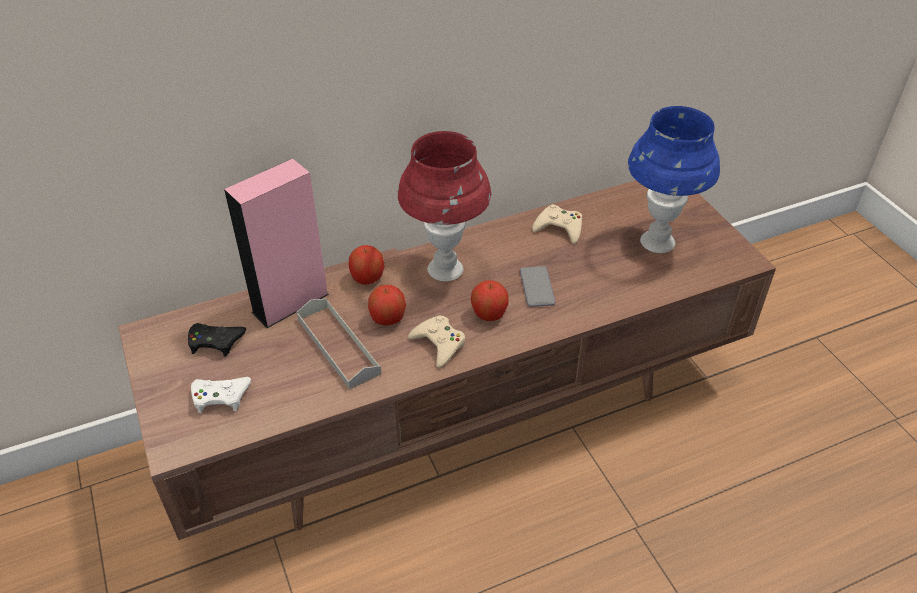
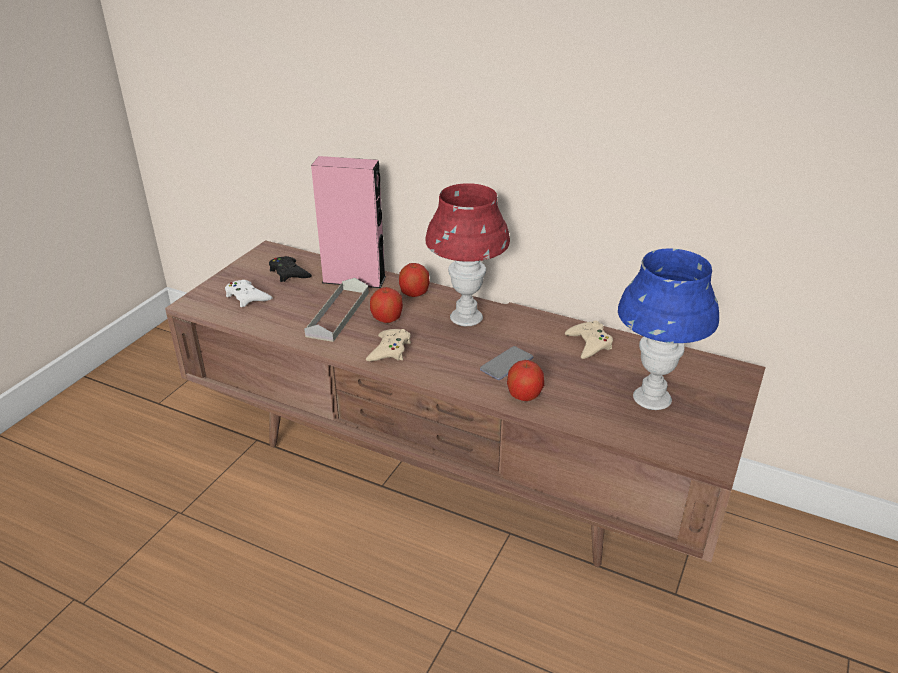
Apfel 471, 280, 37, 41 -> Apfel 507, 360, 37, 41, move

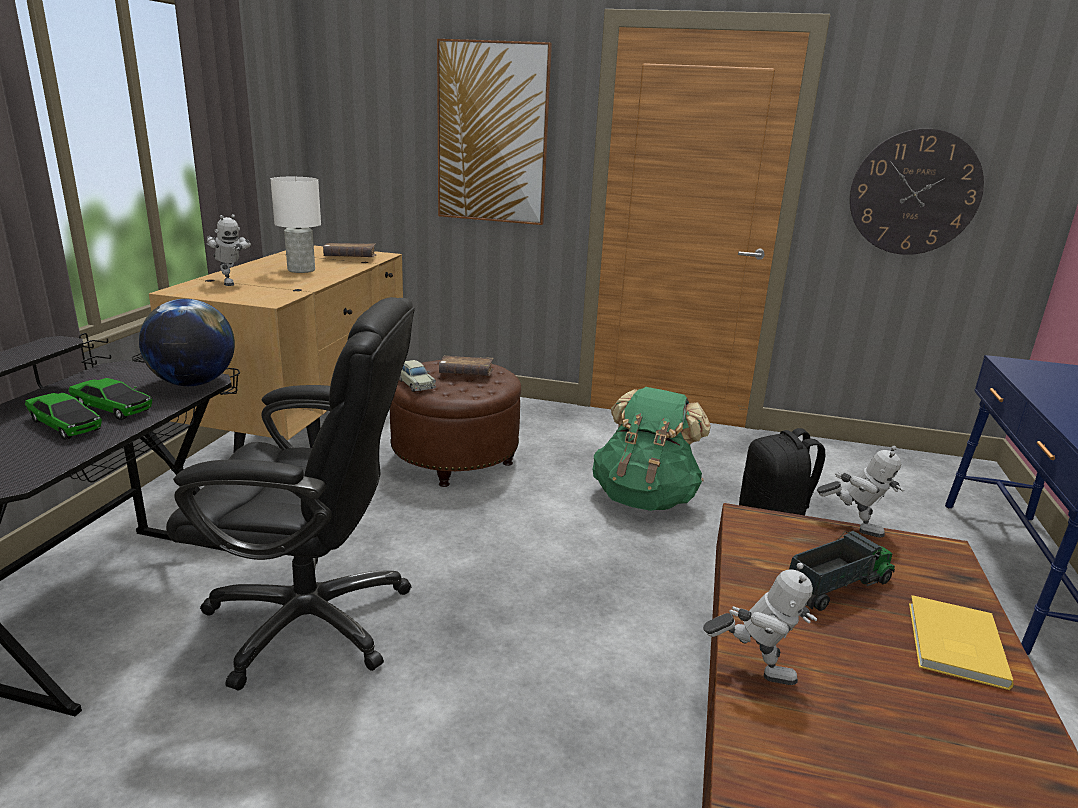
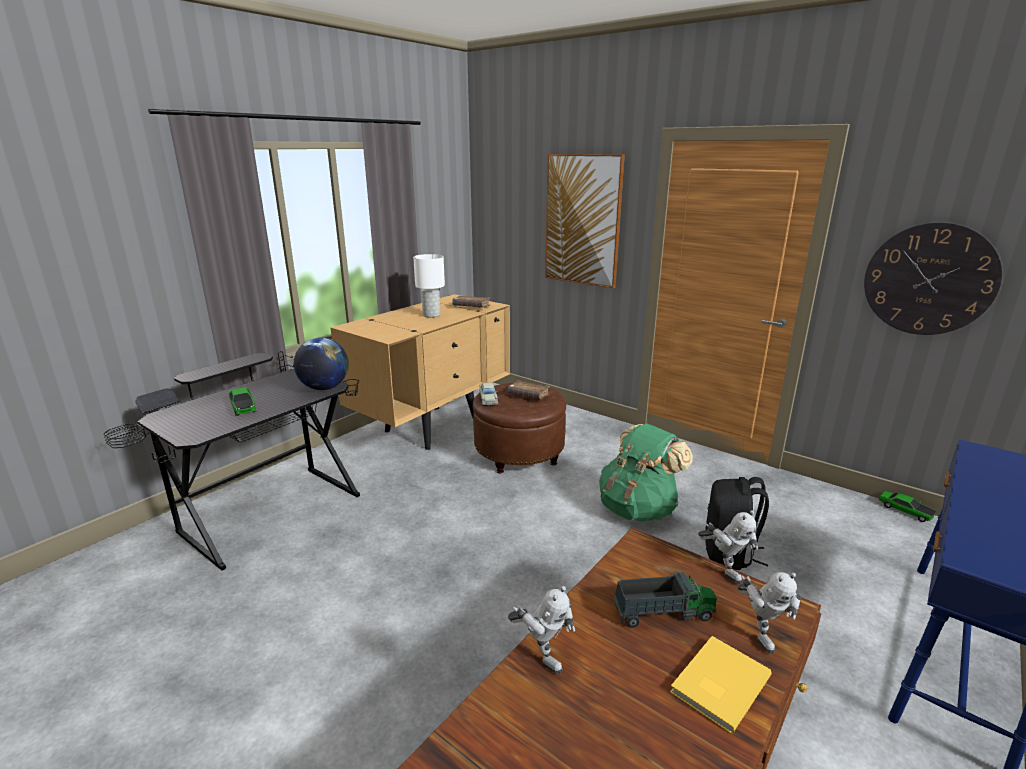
Bürostuhl [schwarz] 166, 297, 249, 393 -> none
Spielzeugauto 69, 378, 83, 42 -> Spielzeugauto 879, 491, 57, 31, move
Spielzeugroboter 207, 214, 44, 72 -> Spielzeugroboter 737, 572, 65, 81, move

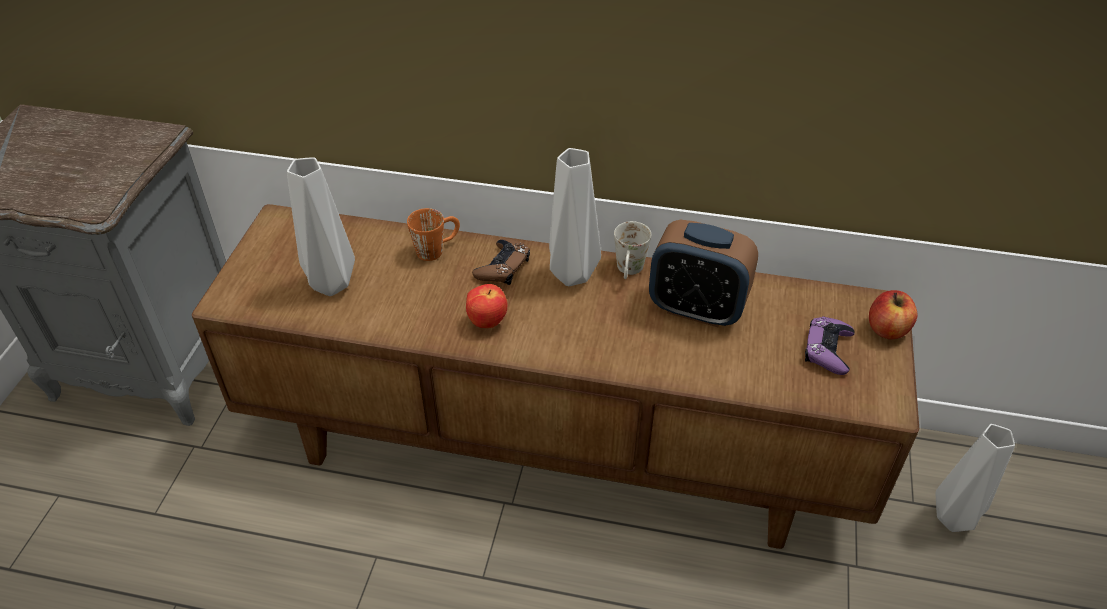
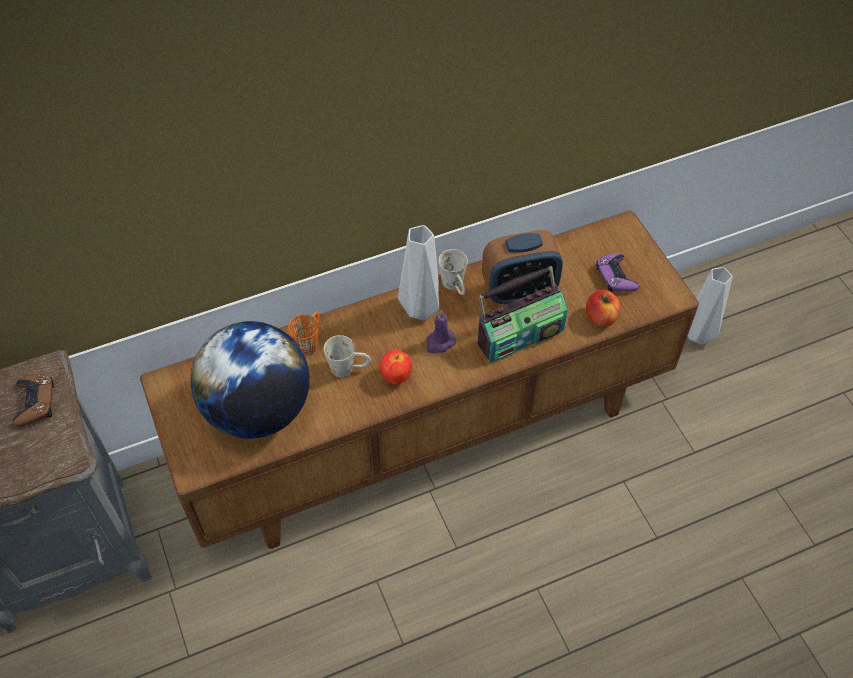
none -> Henkelbecher [weiß] 324, 335, 47, 42
none -> Kerze [lila] 426, 310, 30, 43
none -> Radio 477, 266, 91, 96
Gamepad [braun] 472, 239, 58, 46 -> Gamepad [braun] 12, 374, 42, 53, move
Apfel 869, 290, 49, 49 -> Apfel 586, 290, 35, 37, move
Vase [grau] 287, 157, 68, 139 -> Globus 190, 321, 120, 118

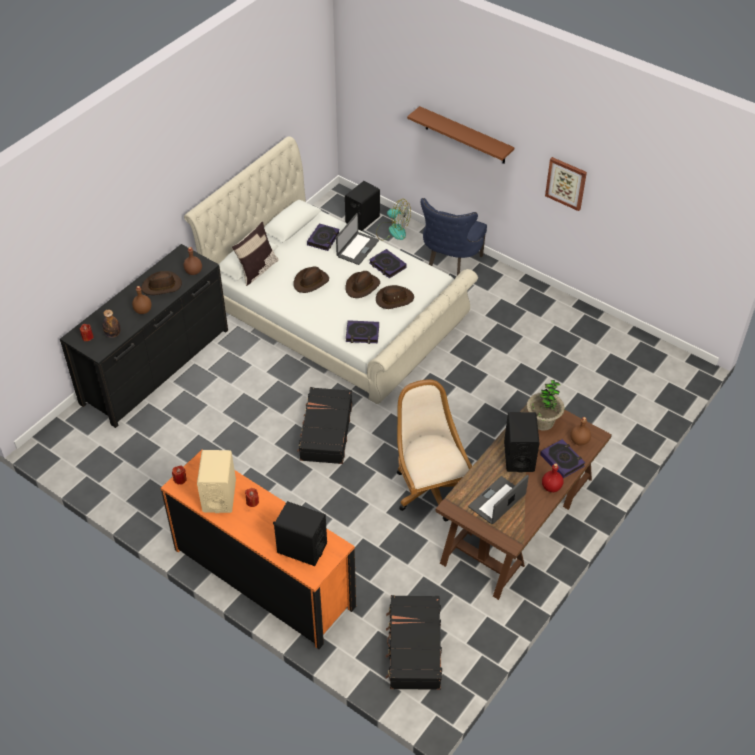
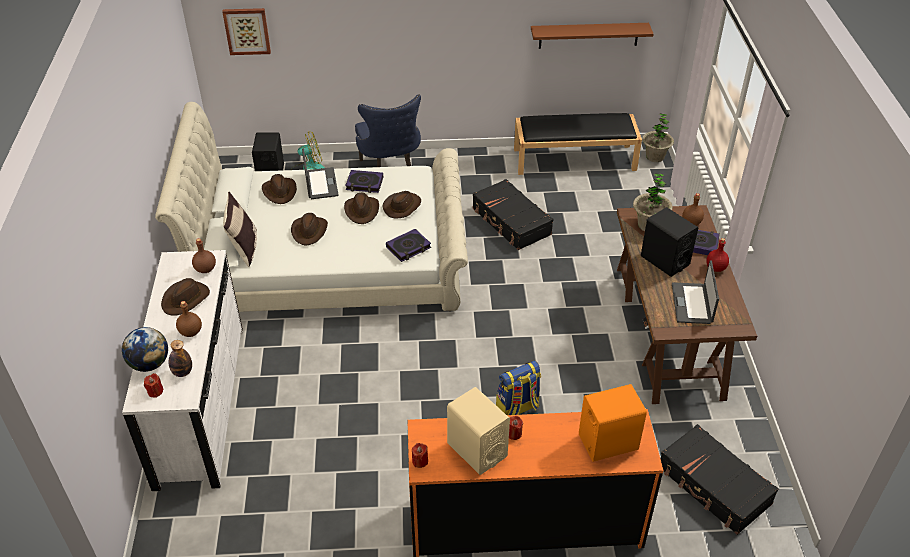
Bürostuhl 397, 379, 75, 142 -> none
none -> Globus 122, 327, 46, 45
none -> Rucksack 496, 361, 45, 54
none -> Bank [schwarz] 514, 113, 128, 62
none -> Topfpflanze 642, 113, 32, 49
Koffer [schwarz] 297, 387, 55, 77 -> Koffer [schwarz] 473, 179, 81, 71, move
Wandregal [braun] 407, 106, 107, 58 -> Wandregal [braun] 531, 23, 123, 26, move
Bild 545, 157, 42, 54 -> Bild 222, 8, 49, 47, move
Buch 307, 223, 33, 28 -> Hut [braun] 262, 174, 35, 30
Kommode [schwarz] 60, 244, 168, 184 -> Kommode [weiß] 122, 250, 121, 241
Lautsprecher [schwarz] 273, 501, 54, 65 -> Lautsprecher [orange] 579, 384, 68, 78

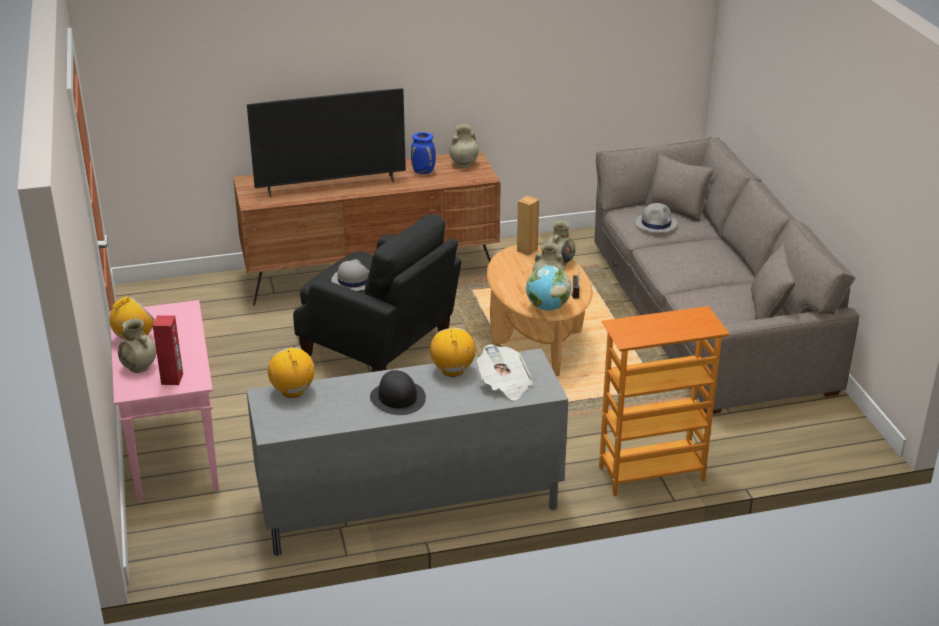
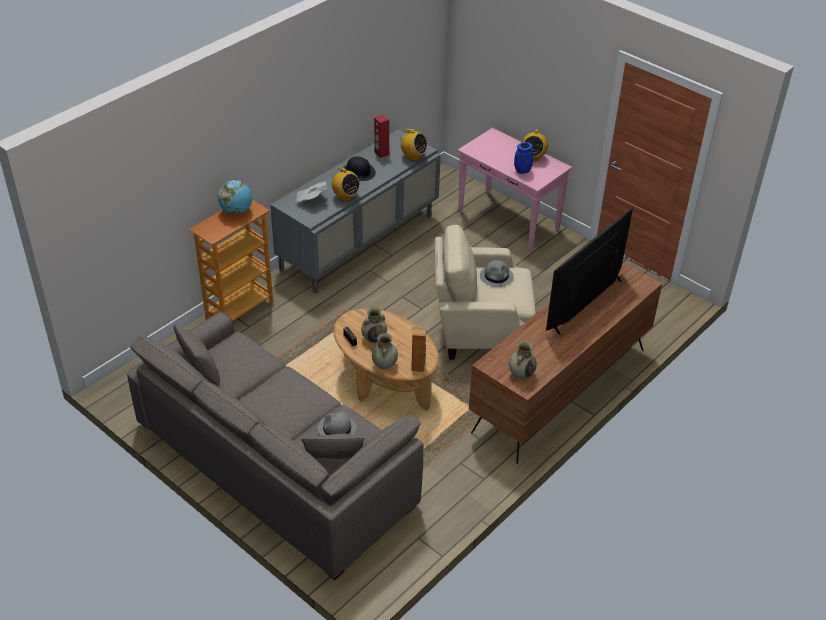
Vase [beige] 118, 319, 38, 54 -> none
Lautsprecher [rot] 153, 316, 30, 69 -> Lautsprecher [rot] 374, 115, 15, 43, move
Vase [blau] 411, 132, 25, 42 -> Vase [blau] 514, 142, 19, 32, move
Globus 526, 265, 45, 46 -> Globus 218, 180, 34, 35, move
Sessel [schwarz] 293, 214, 168, 158 -> Sessel [beige] 435, 225, 101, 135

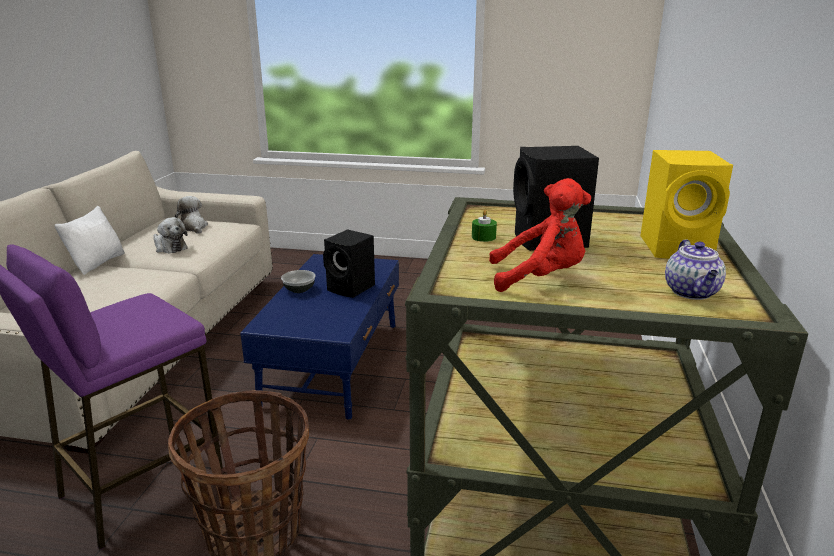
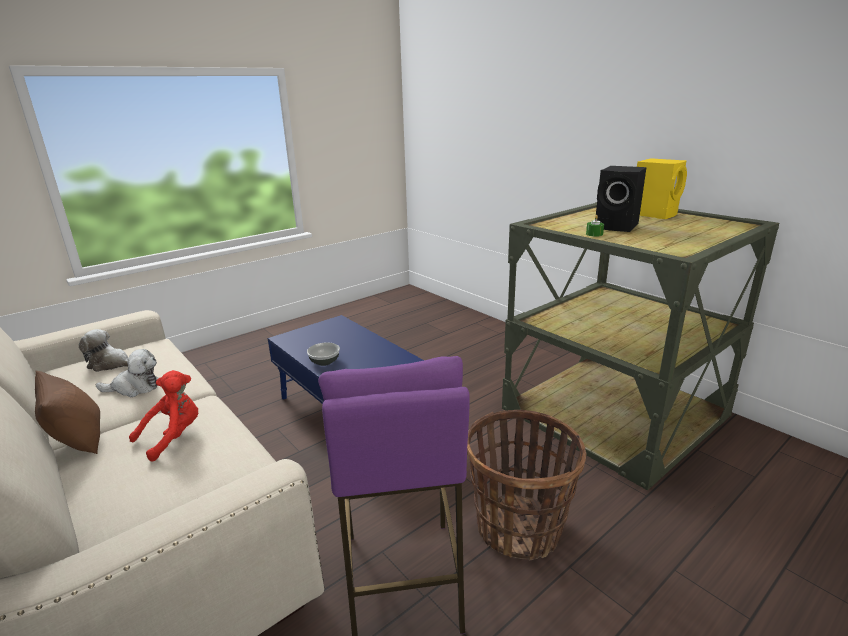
Lautsprecher [schwarz] 323, 229, 52, 69 -> none
Teekanne 665, 239, 61, 61 -> none
Plüschtier [rot] 489, 178, 102, 114 -> Plüschtier [rot] 129, 370, 69, 92, move
Kissen [weiß] 54, 206, 71, 69 -> Kissen [braun] 35, 371, 65, 83

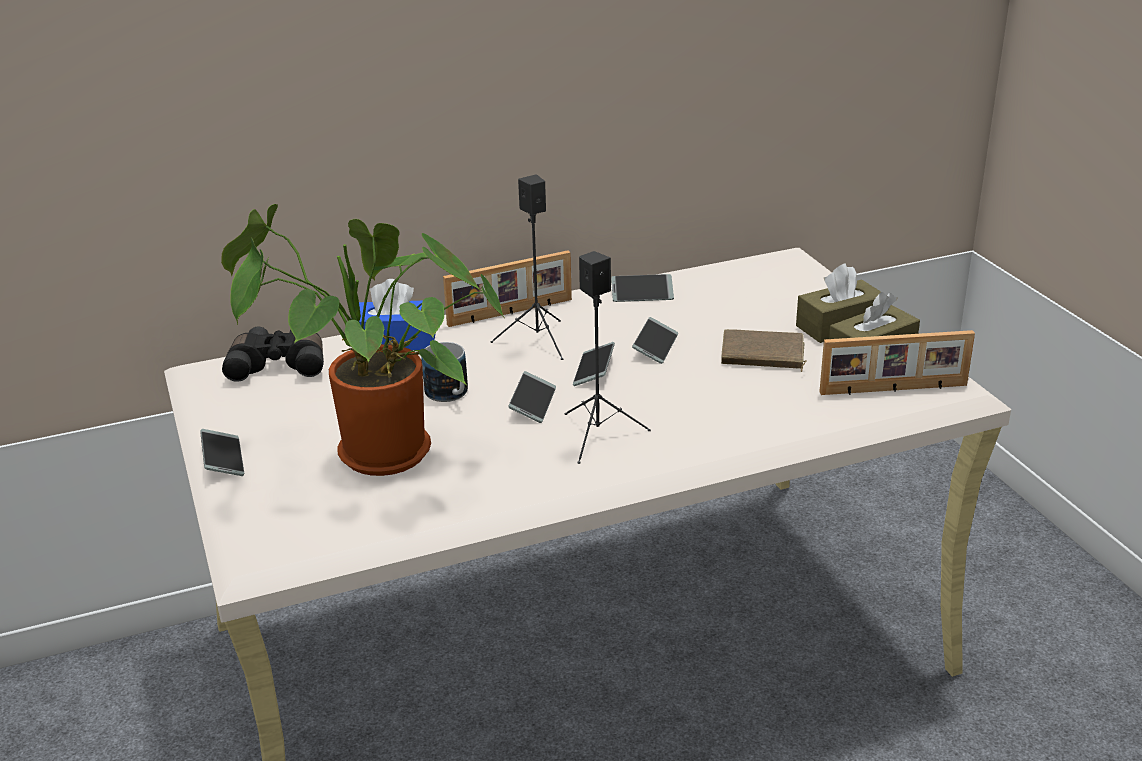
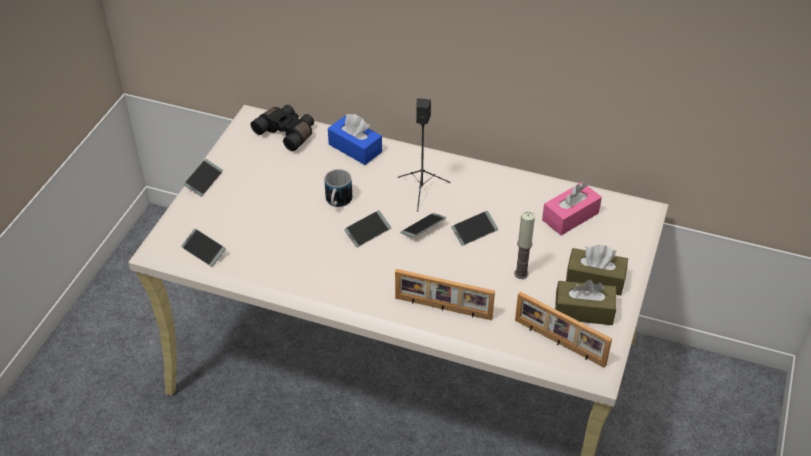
Topfpflanze 221, 204, 284, 272 -> none
Lautsprecher [schwarz] 564, 251, 87, 213 -> none
none -> Taschentuchbox [rosa] 542, 182, 60, 53
Bilderrahmen 443, 250, 129, 77 -> Bilderrahmen 395, 269, 100, 51, move
Handy 611, 274, 63, 28 -> Handy 181, 229, 45, 38, move
Buch [braun] 721, 329, 86, 43 -> Kerze 514, 211, 21, 68

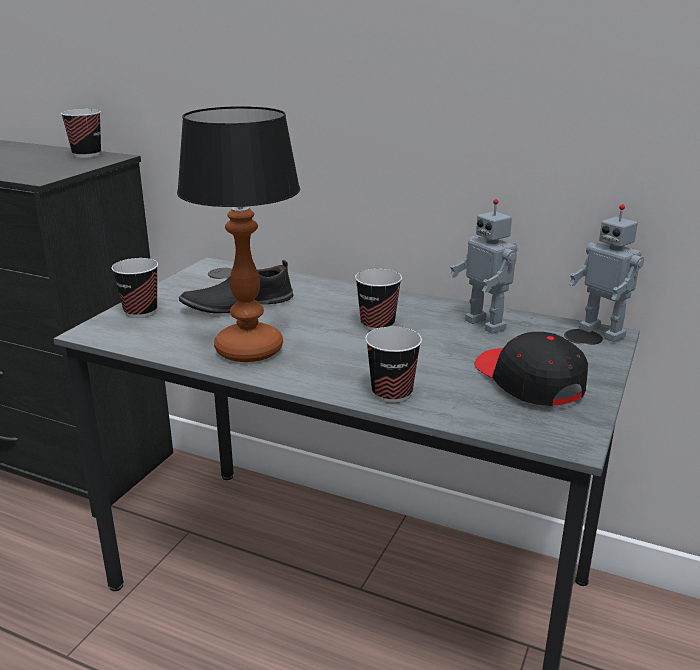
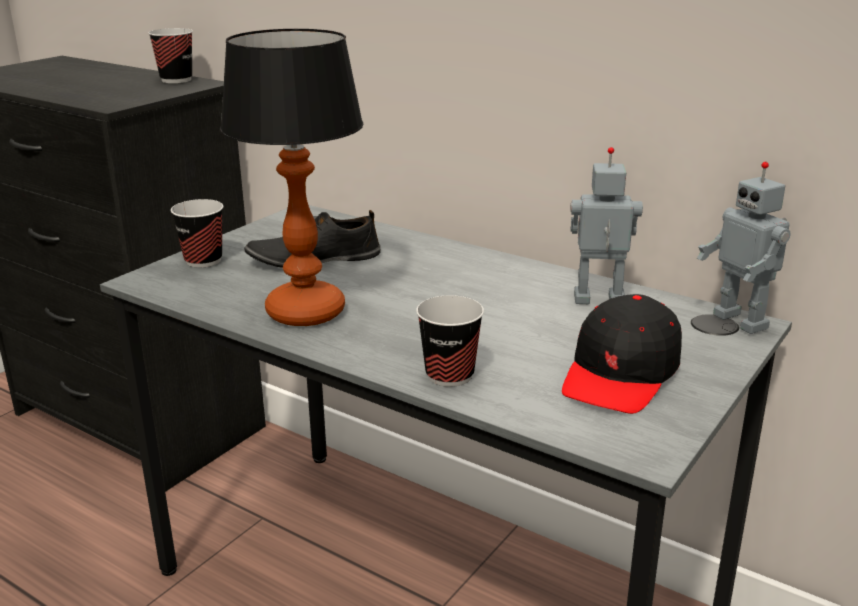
Tasse 355, 269, 47, 62 -> none
Spielzeugroboter 450, 199, 67, 135 -> Spielzeugroboter 570, 147, 73, 157, 120 degrees clockwise
Kappe [schwarz] 474, 332, 114, 74 -> Kappe [schwarz] 562, 294, 120, 120, 135 degrees counterclockwise

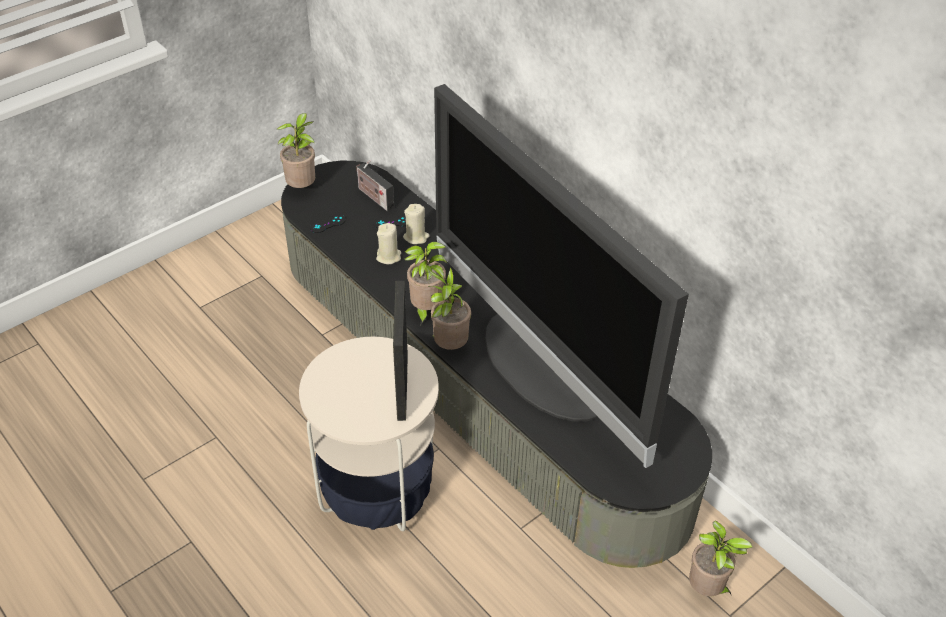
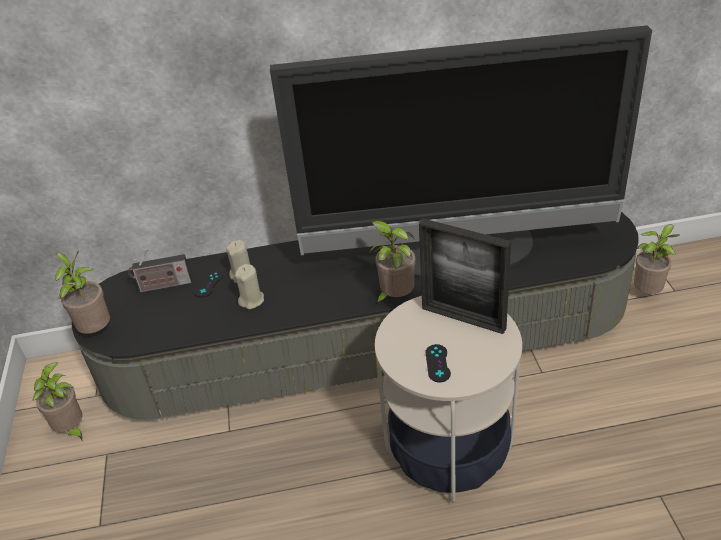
Gamepad [schwarz] 310, 214, 36, 19 -> Gamepad [schwarz] 425, 344, 26, 38, move
Topfpflanze 405, 242, 42, 84 -> Topfpflanze 32, 363, 50, 77, move

